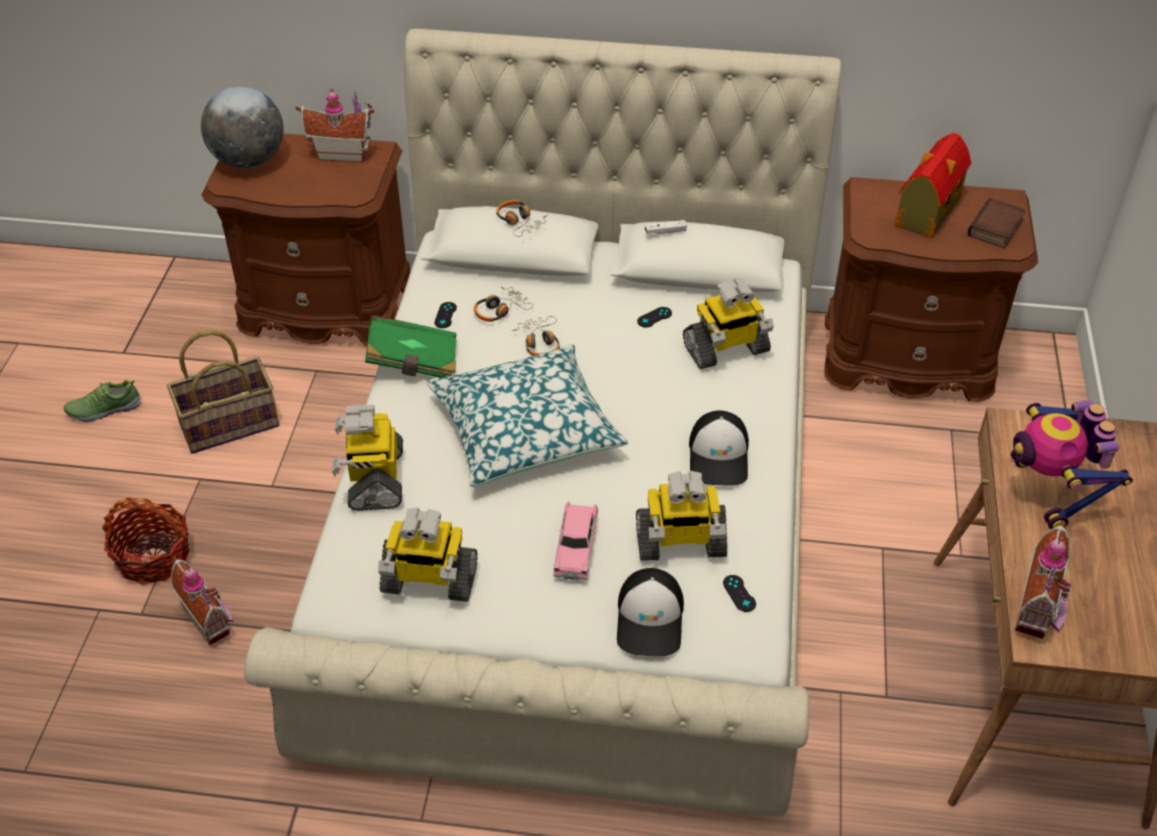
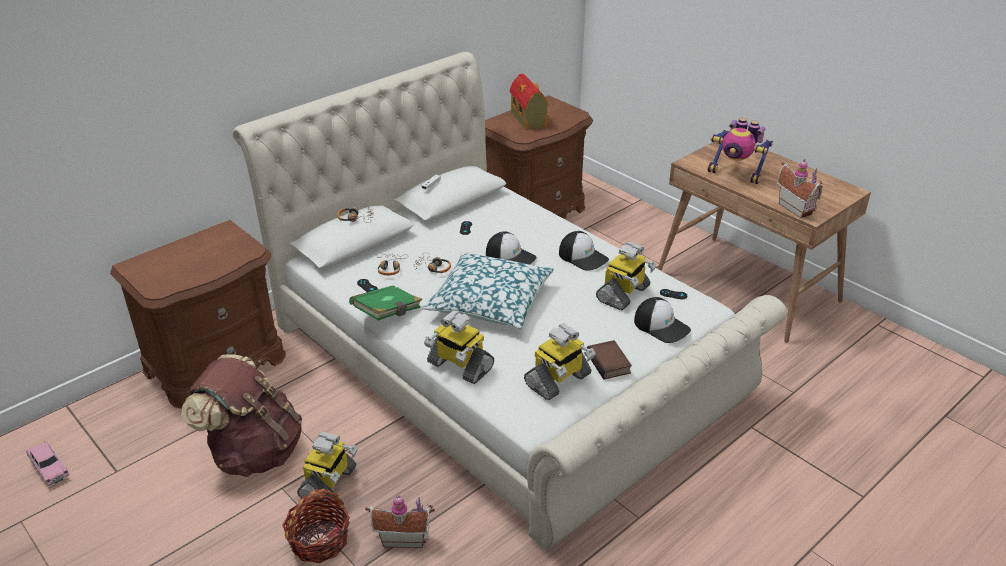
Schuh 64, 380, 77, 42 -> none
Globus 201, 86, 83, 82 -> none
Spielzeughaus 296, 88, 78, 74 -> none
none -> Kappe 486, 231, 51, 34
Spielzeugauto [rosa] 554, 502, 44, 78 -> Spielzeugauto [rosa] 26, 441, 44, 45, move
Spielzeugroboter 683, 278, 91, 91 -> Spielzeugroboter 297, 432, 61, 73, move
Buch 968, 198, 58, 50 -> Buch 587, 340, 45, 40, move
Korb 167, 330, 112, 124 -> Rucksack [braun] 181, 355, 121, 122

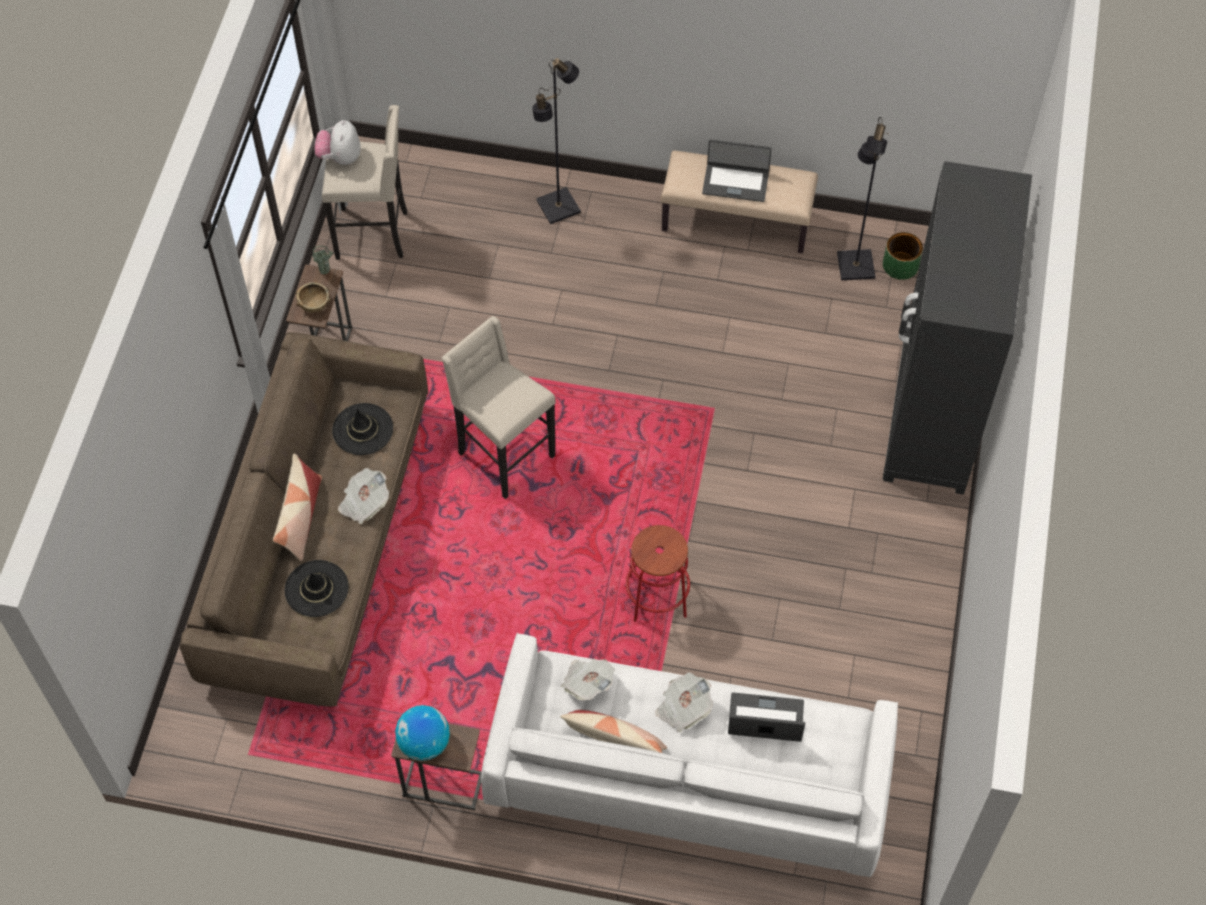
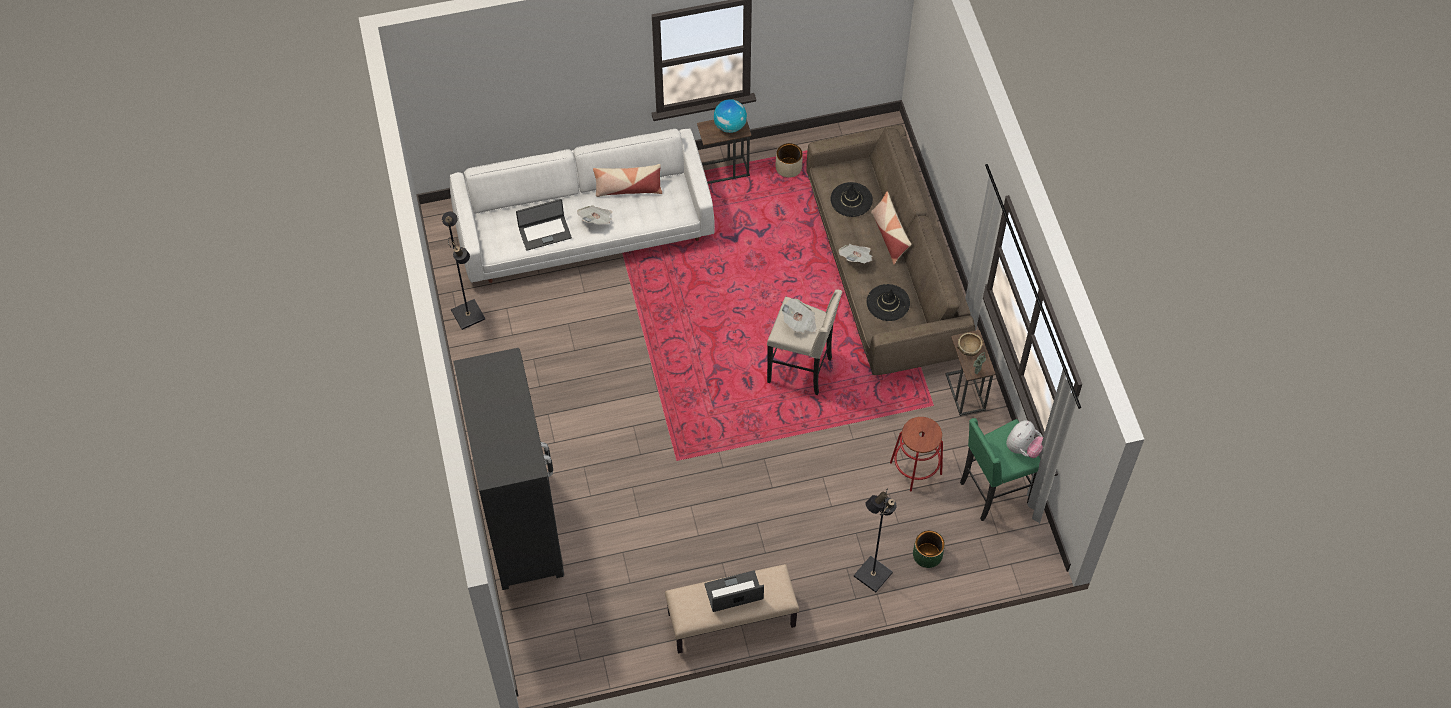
none -> Pflanzkübel [beige] 775, 143, 28, 35
Zeitung 561, 659, 54, 41 -> Zeitung 781, 299, 36, 34, move
Hocker [rot] 626, 525, 64, 97 -> Hocker [rot] 890, 417, 53, 74, move
Stehlampe [schwarz] 837, 117, 52, 163 -> Stehlampe [schwarz] 442, 212, 43, 118, move
Pflanzkübel [grün] 883, 232, 40, 48 -> Pflanzkübel [grün] 913, 530, 32, 38, move
Hocker [beige] 322, 105, 85, 155 -> Hocker [grün] 960, 418, 81, 103
Plüschtier 315, 120, 46, 45 -> Plüschtier 1006, 420, 37, 38, 60 degrees clockwise

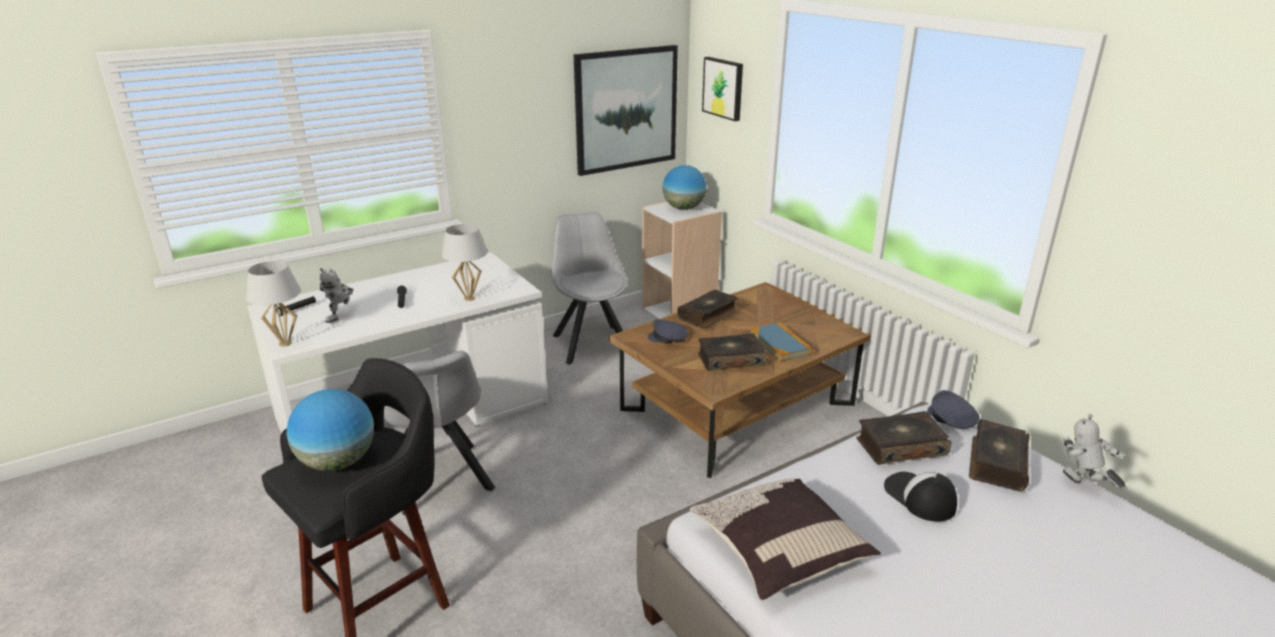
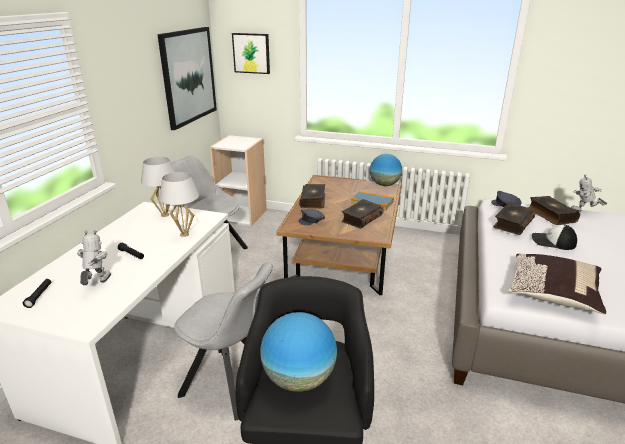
Tischlampe [weiß] 246, 261, 55, 86 -> Tischlampe [weiß] 141, 157, 34, 60, move
Globus 663, 165, 44, 45 -> Globus 370, 154, 32, 32, move
Spielzeugroboter 319, 268, 34, 55 -> Spielzeugroboter 77, 230, 34, 56, 150 degrees counterclockwise

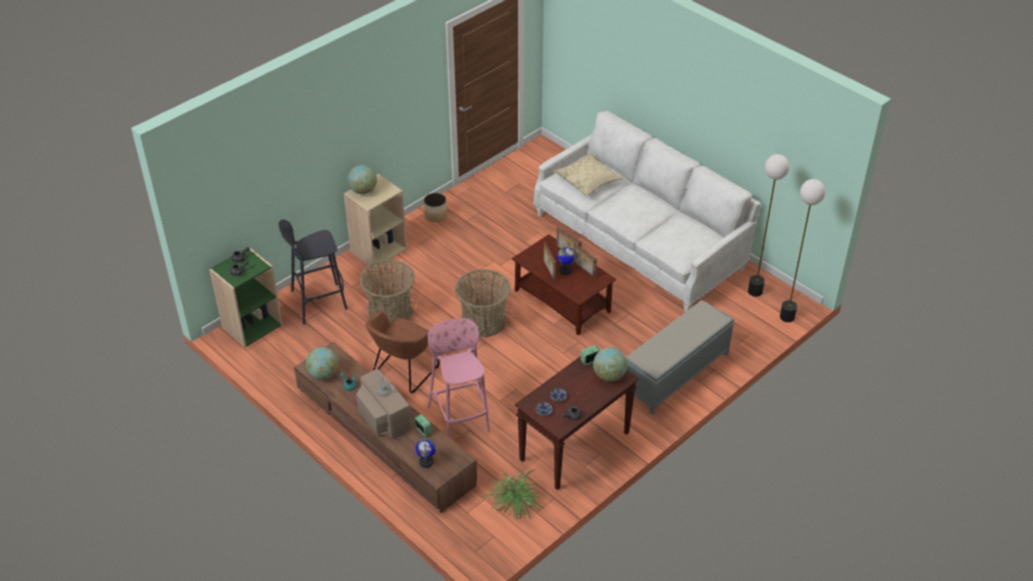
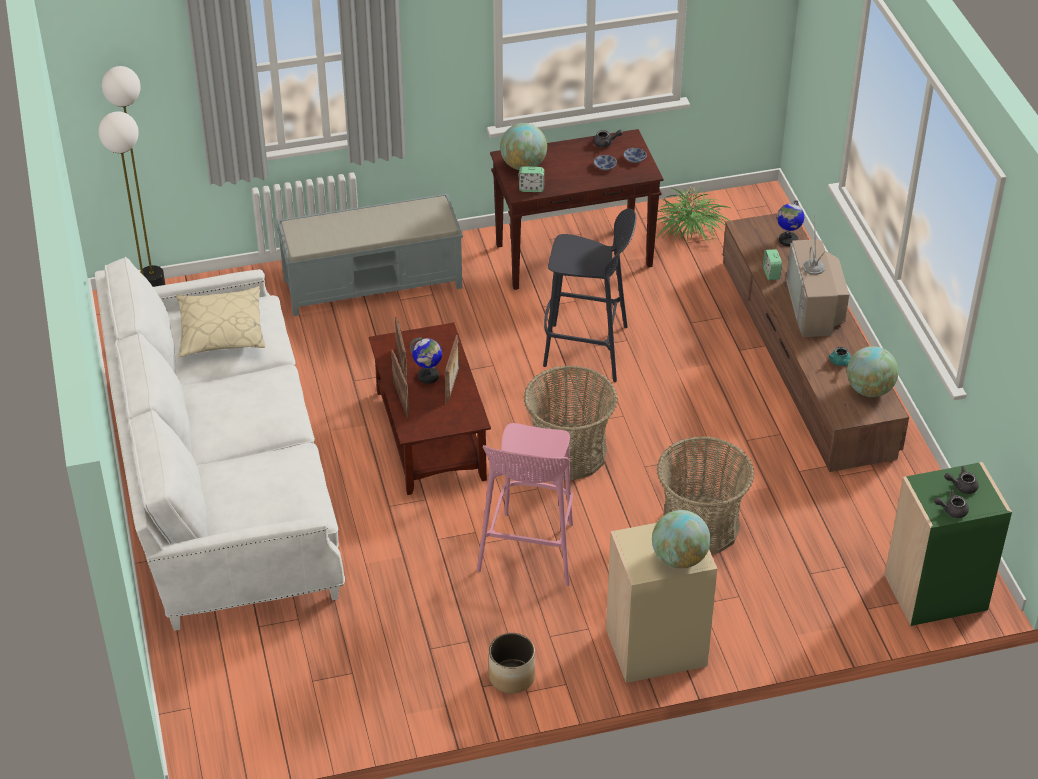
Sessel [braun] 366, 311, 73, 82 -> none
Hocker [grau] 279, 219, 68, 106 -> Hocker [grau] 543, 209, 93, 173, move
Hocker [rosa] 428, 318, 62, 120 -> Hocker [rosa] 477, 423, 96, 163, move
Kissen [beige] 553, 153, 70, 44 -> Kissen [beige] 176, 286, 89, 71, move

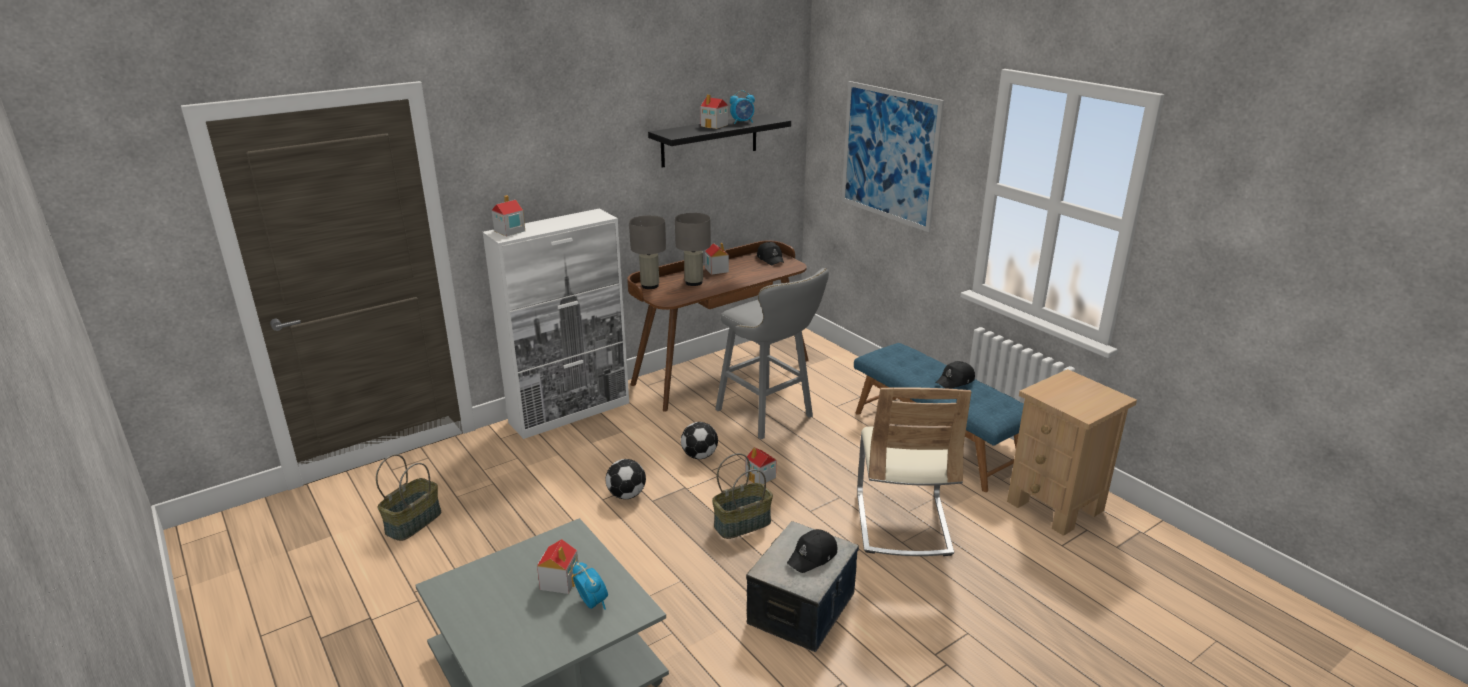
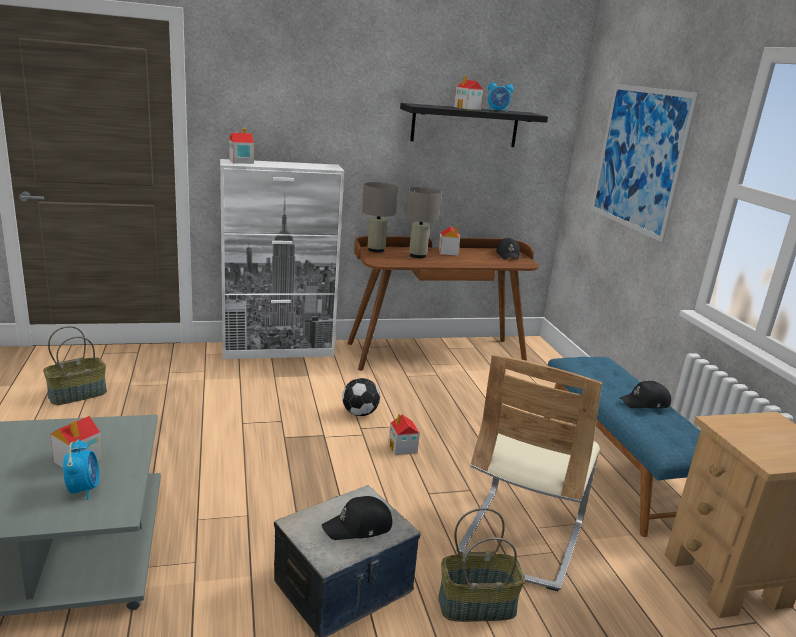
Fußball 605, 459, 41, 40 -> none
Hocker [grau] 715, 268, 114, 171 -> none
Korb 712, 453, 61, 86 -> Korb 438, 508, 87, 114, move

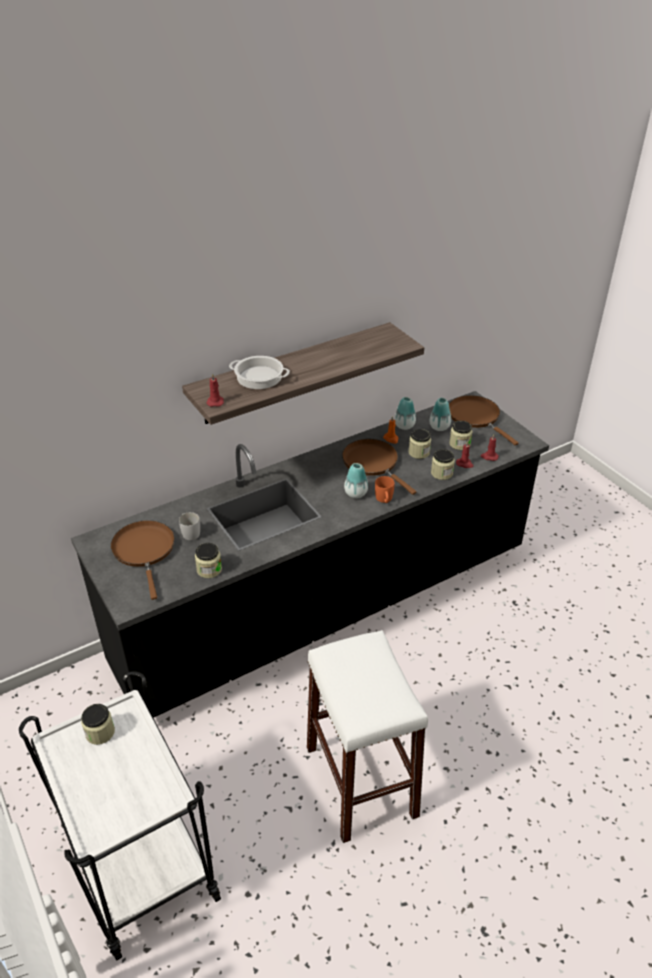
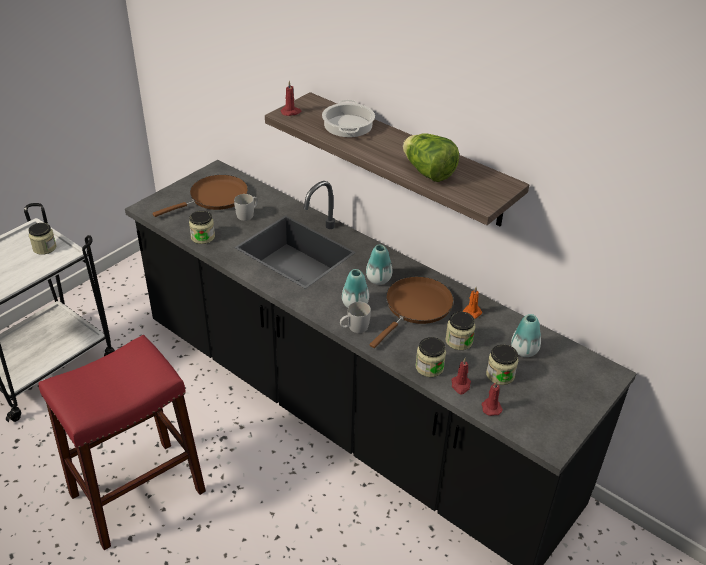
Pfanne [braun] 449, 395, 69, 50 -> none
none -> Salatkopf 403, 133, 56, 49
Vase 394, 397, 22, 33 -> Vase 366, 245, 26, 40, move
Hocker [weiß] 307, 630, 121, 213 -> Hocker [rot] 39, 335, 167, 215
Henkelbecher [orange] 375, 476, 20, 27 -> Henkelbecher [weiß] 340, 302, 31, 31

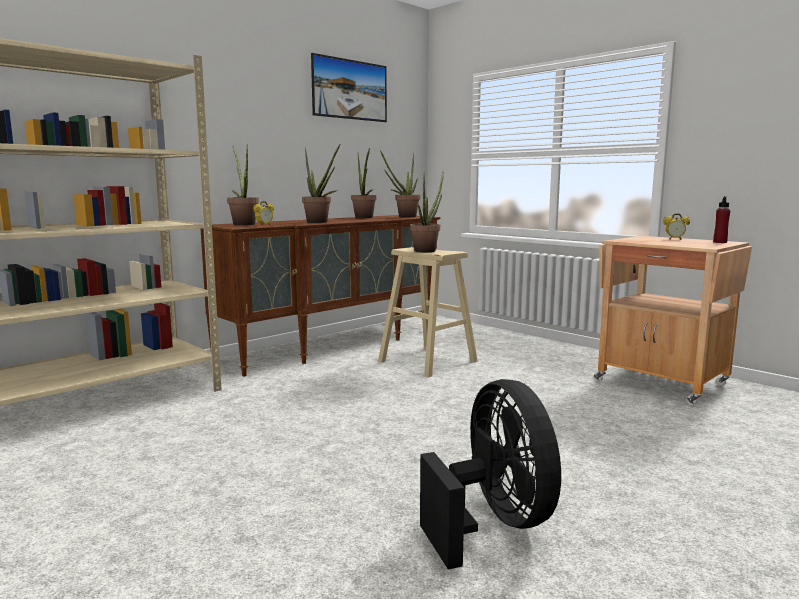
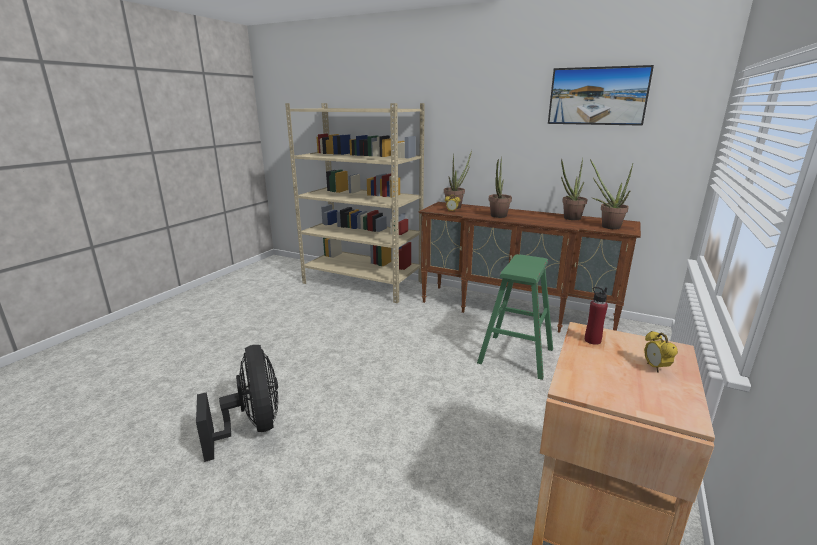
Topfpflanze 410, 171, 34, 81 -> none
Flasche [rot] 713, 196, 17, 47 -> Flasche [rot] 585, 287, 23, 58, move
Hocker [beige] 378, 247, 100, 130 -> Hocker [grün] 477, 254, 76, 126
Ventilator [schwarz] 420, 379, 141, 191 -> Ventilator [schwarz] 196, 345, 82, 117, 75 degrees counterclockwise

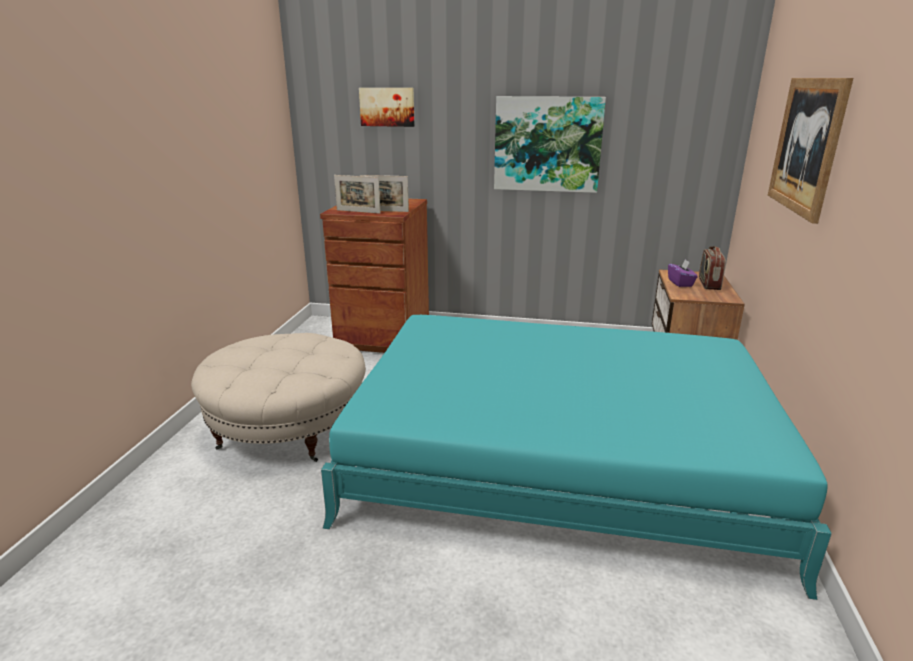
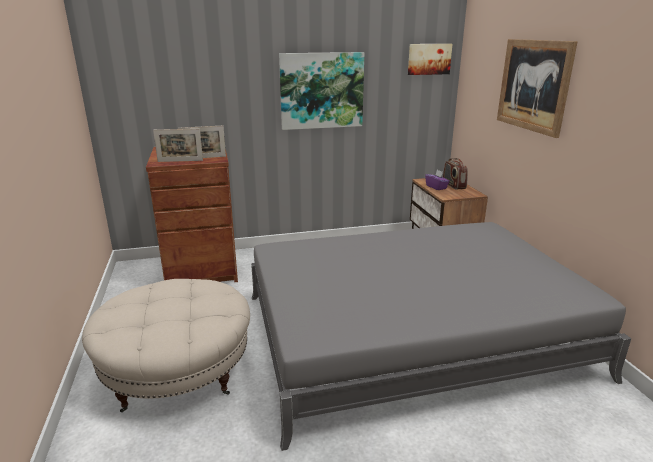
Bild 359, 88, 56, 39 -> Bild 408, 44, 44, 31, move
Bett [türkis] 321, 315, 511, 285 -> Bett [grau] 251, 222, 380, 229

